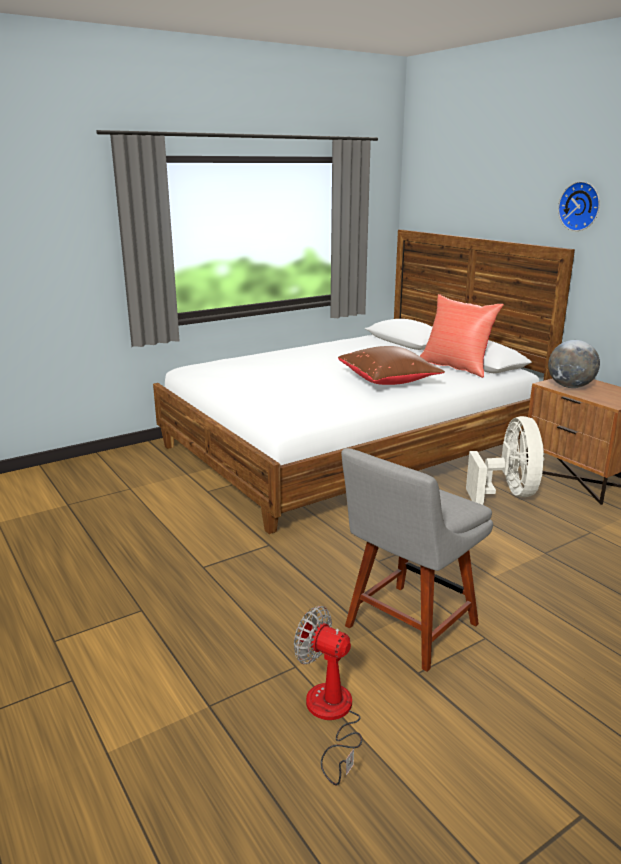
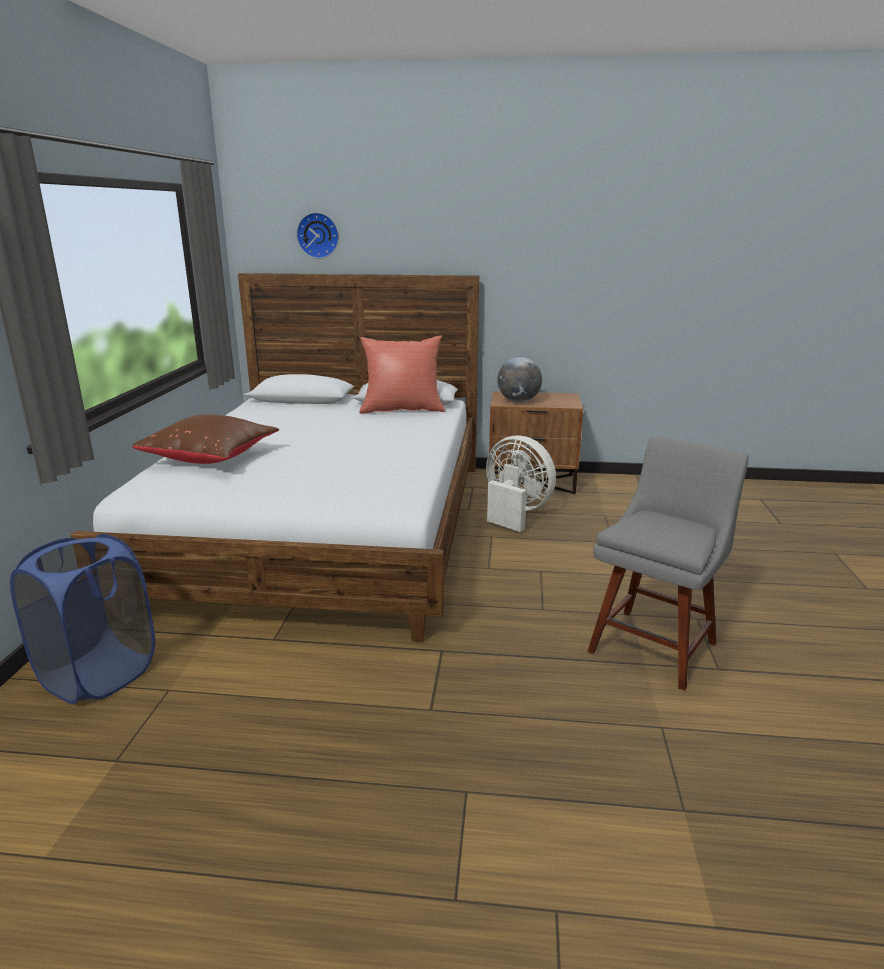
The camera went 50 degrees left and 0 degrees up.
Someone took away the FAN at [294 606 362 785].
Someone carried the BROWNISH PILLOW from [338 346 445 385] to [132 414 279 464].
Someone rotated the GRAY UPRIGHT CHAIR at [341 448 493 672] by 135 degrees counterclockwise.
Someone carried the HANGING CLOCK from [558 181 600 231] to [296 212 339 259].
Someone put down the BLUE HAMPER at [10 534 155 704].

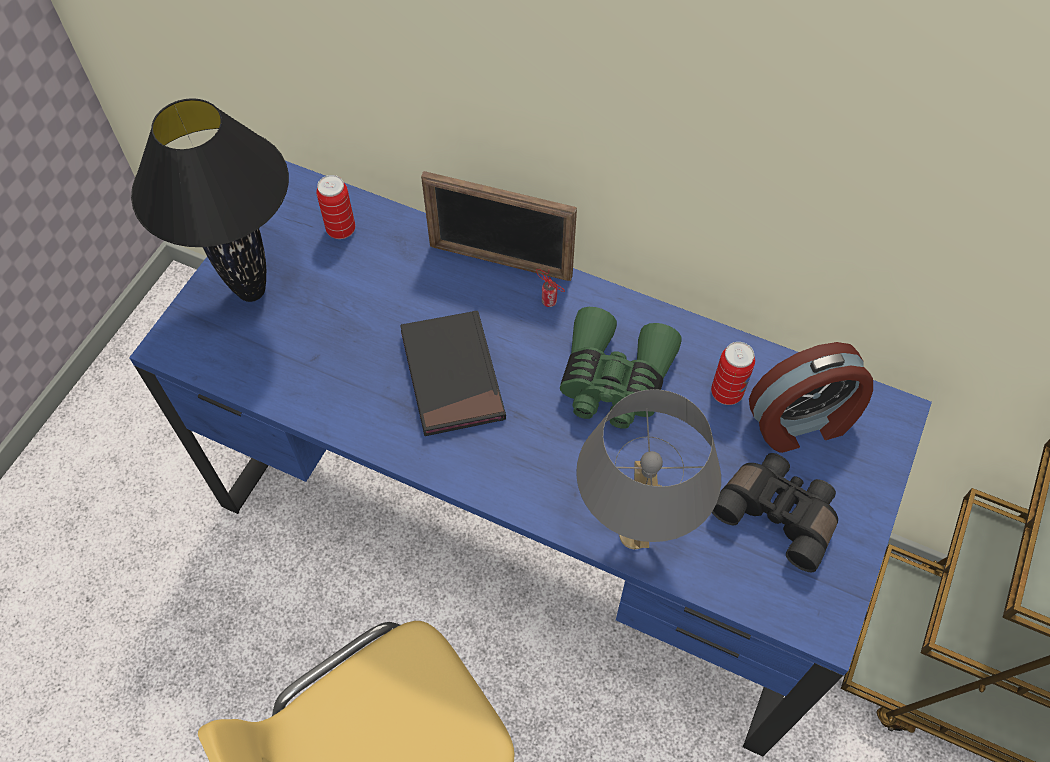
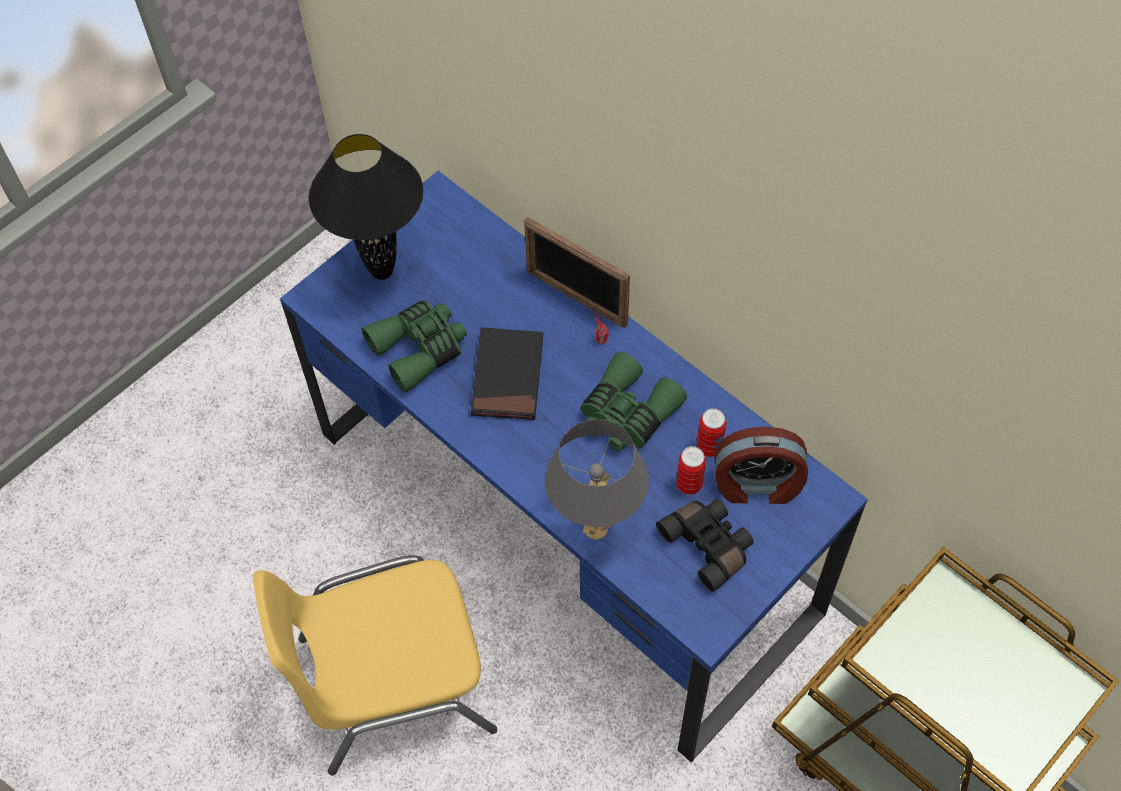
The camera went 20 degrees right and 0 degrees up.
Someone carried the SEALED CAN from [316 175 355 239] to [676 446 706 495].
Someone put down the GREEN PAIR OF BINOCULARS at [361 300 467 393].

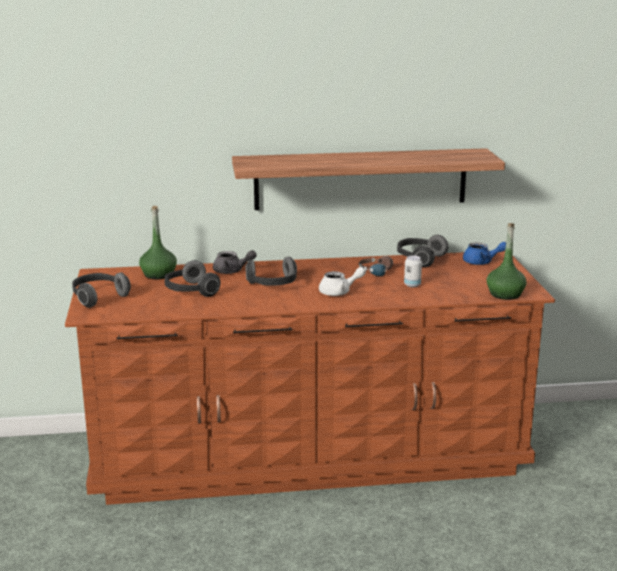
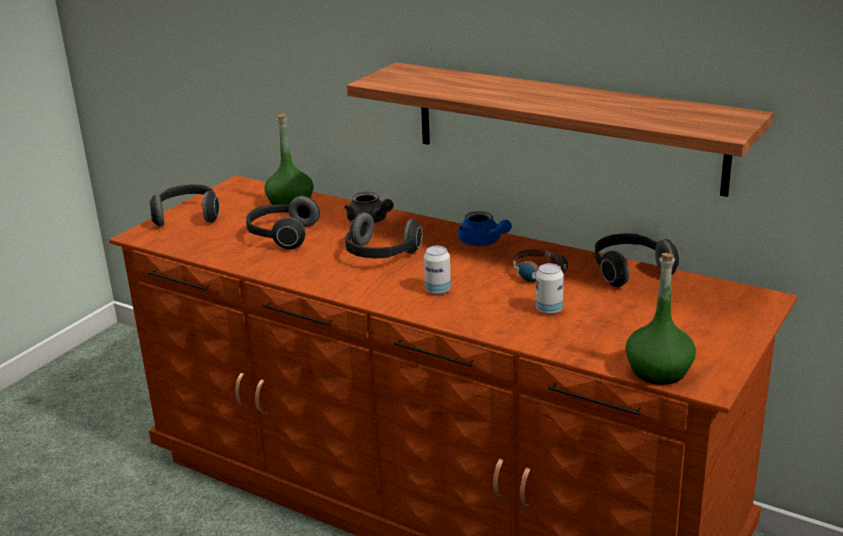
The camera went 40 degrees right and 5 degrees up.
Someone swapped the WHITE-COLOURED TEA POT at [319 267 366 296] for the SEALED CAN at [424 246 451 295].
Someone carried the BLUE TEA POT from [463 242 506 265] to [458 211 512 246].

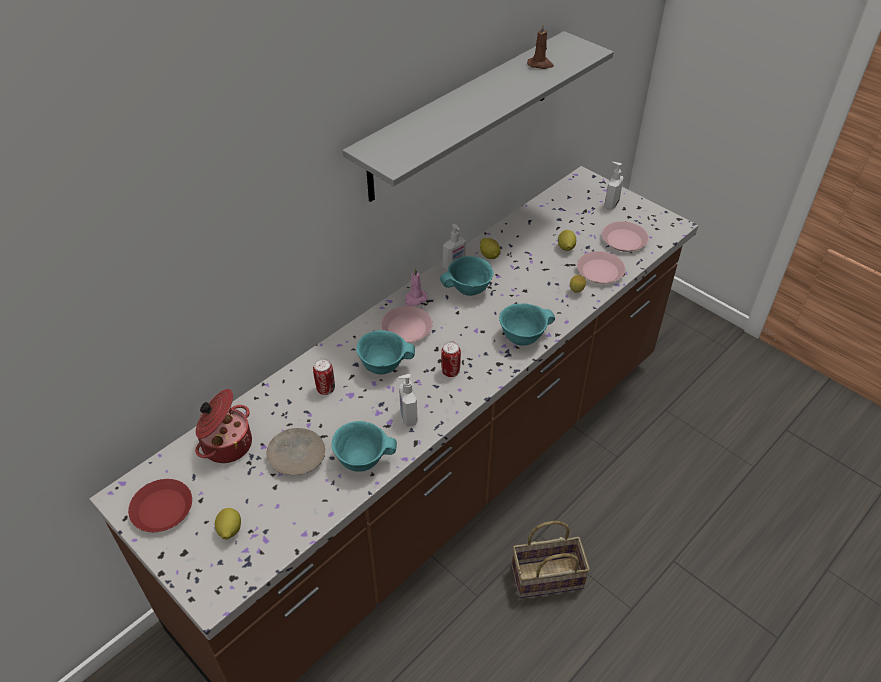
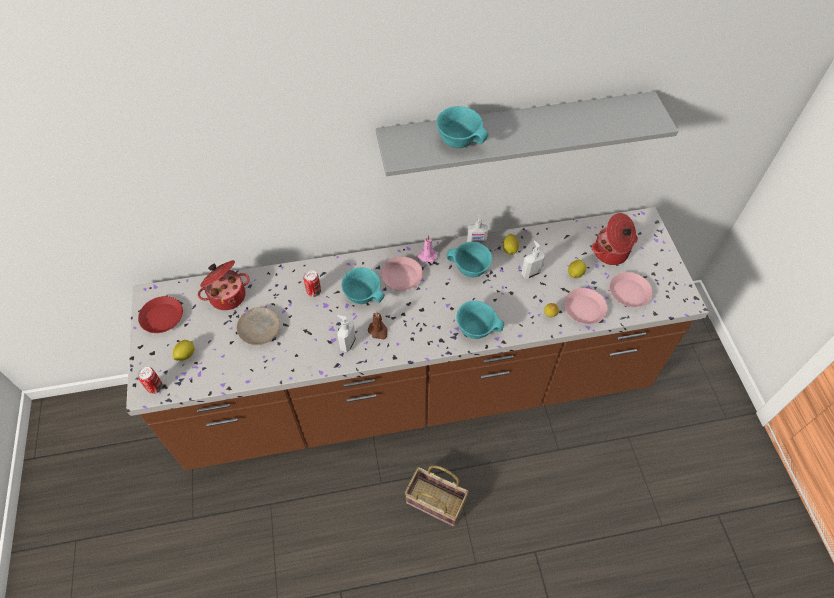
The camera went 35 degrees right and 10 degrees up.
Someone carried the TURQUOISE-COLOURED DEEP DISH from [331 421 397 472] to [437 106 489 148].
Someone carried the SEALED CAN from [441 341 461 377] to [138 367 163 394].
Someone carried the BROWNISH WAX LIGHT from [527 23 554 69] to [368 311 388 340].
Someone carried the SOAP BOTTLE from [604 162 623 210] to [521 240 545 279].
Someone put down the SAUCEPOT at [591 213 638 265].

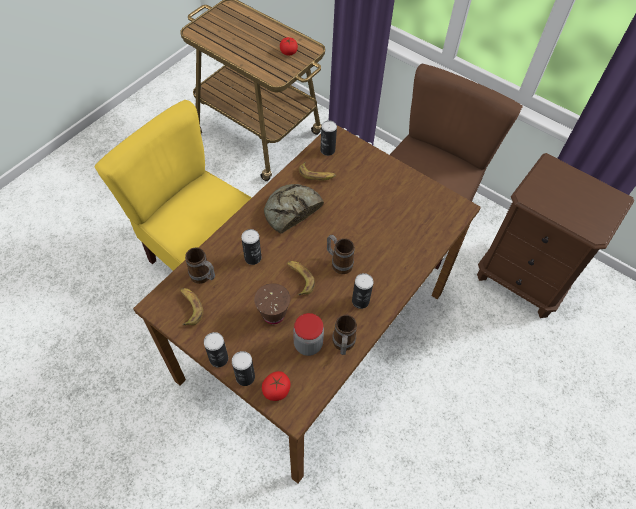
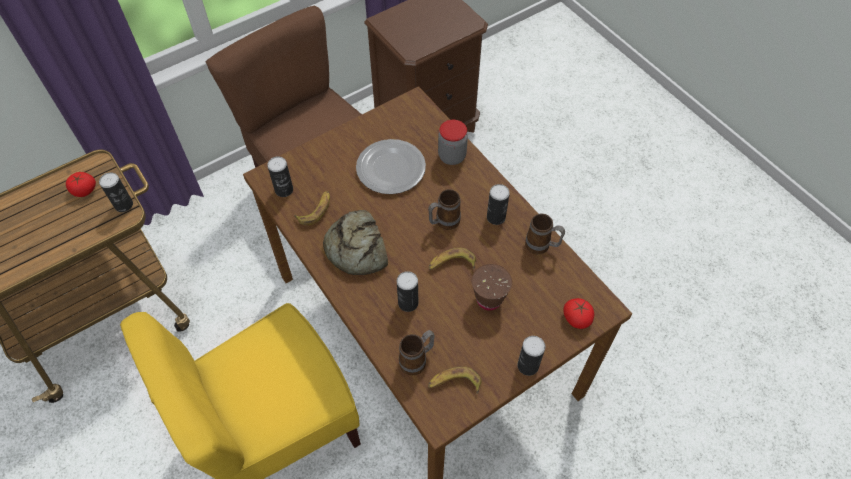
The camera went 70 degrees left and 0 degrees up.
Someone carried the SEALED CAN from [232 351 255 386] to [99 172 133 212].
Someone carried the JAR from [293 313 324 356] to [438 120 468 165].
Someone put down the DINNER PLATE at [356 139 426 194].

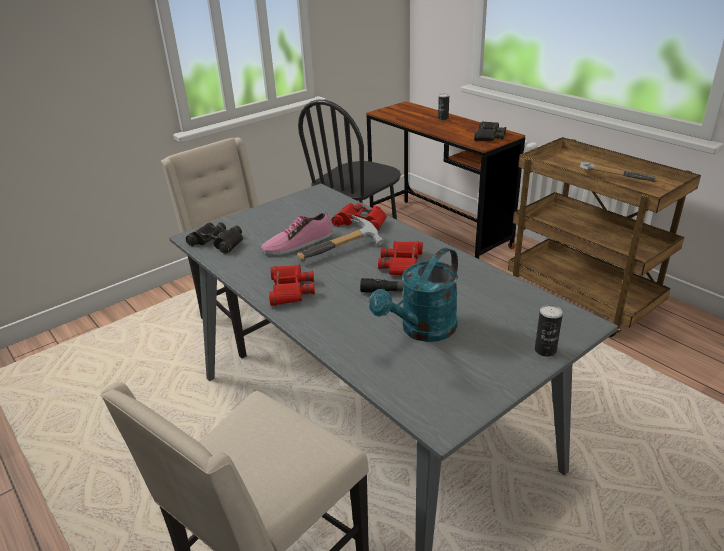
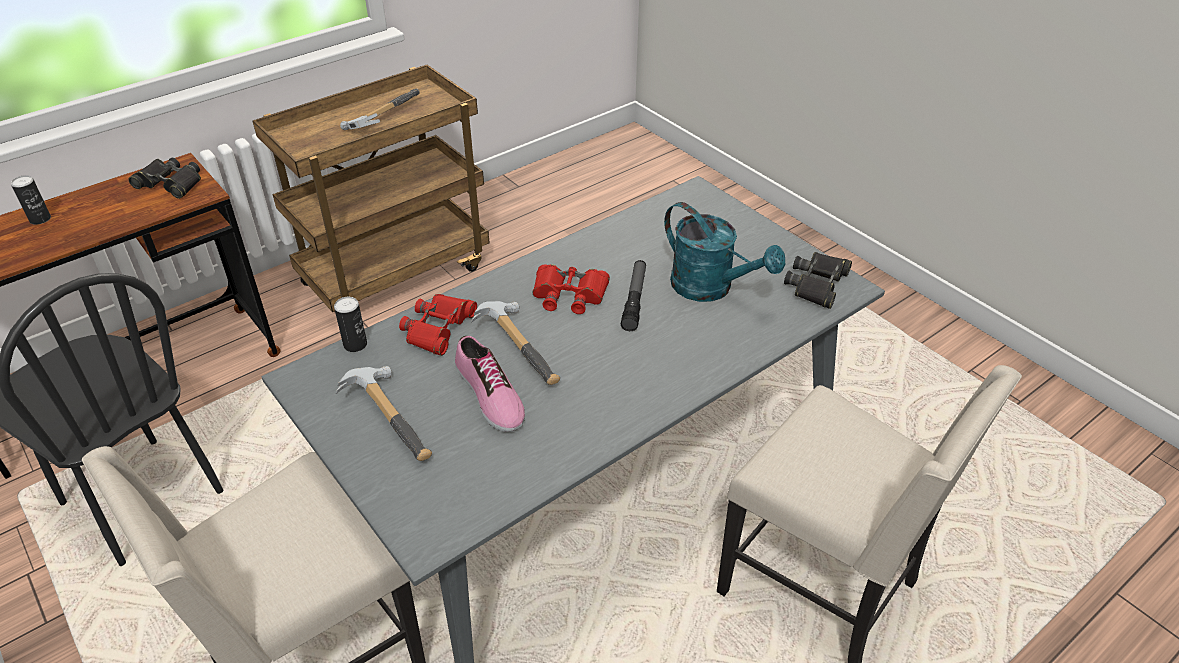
The camera went 90 degrees left and 10 degrees up.
Someone carried the BLACK-COLOURED PAIR OF BINOCULARS from [186 222 243 254] to [784 252 852 309].
Someone took away the RED PAIR OF BINOCULARS at [269 265 315 306].
Someone carried the SEALED CAN from [535 305 563 357] to [334 297 367 352].
Someone put down the HAND HAMMER at [336 366 432 461].

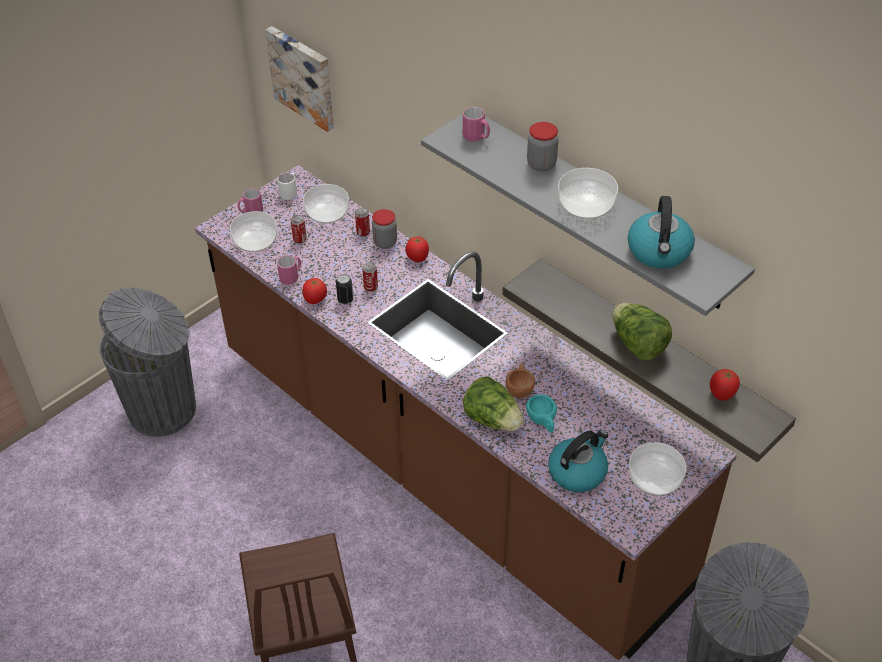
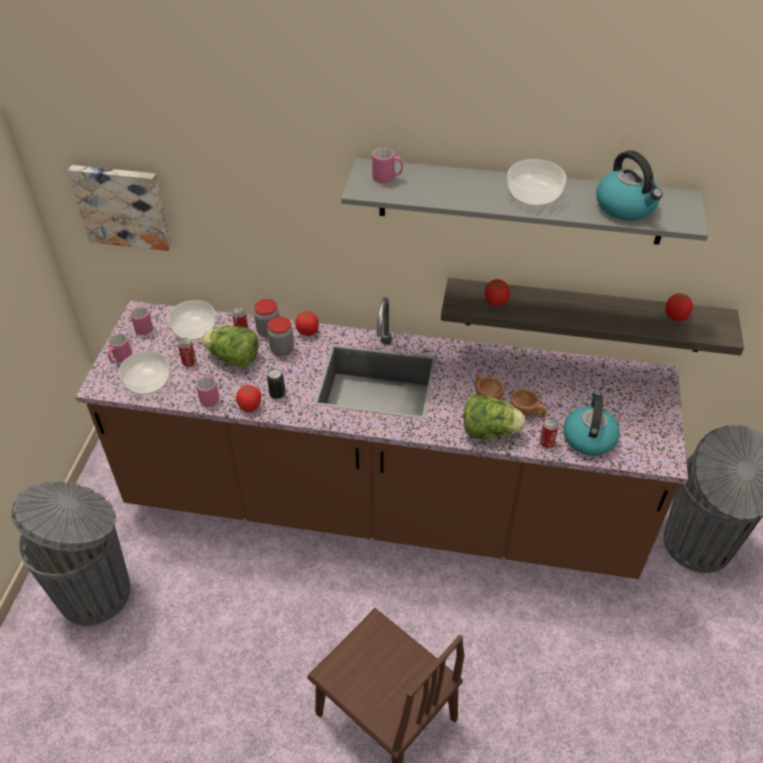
The camera went 35 degrees left and 0 degrees up.
Someone repainted the WHITE-COLOURED TEA MUG at [277 173 297 200], which became the PINKISH TEA MUG at [130 306 153 335].
Someone carried the SEALED CAN from [362 262 378 292] to [539 418 559 448].
Someone repainted the TURQUOISE-COLOURED CUP at [526 394 557 432], which became the BROWNISH CUP at [510 389 547 418].
Someone carried the JAR from [527 122 558 171] to [268 317 294 356].
Someone carried the HEAD OF LETTUCE from [612 303 672 360] to [202 326 259 368].
Someone took away the DEEP DISH at [629 442 686 496].
Someone put down the WHOLE TOMATO at [485 279 510 306].

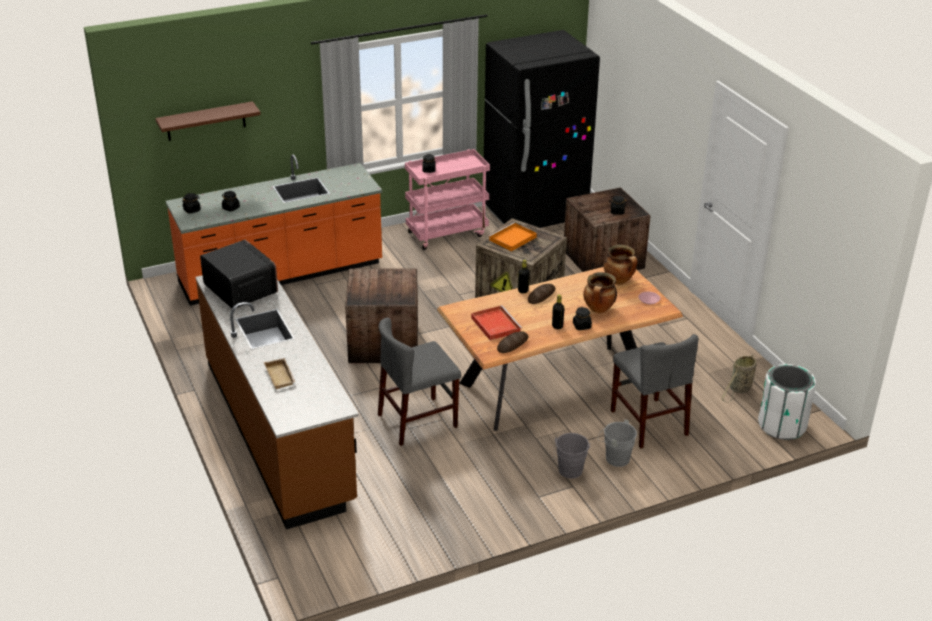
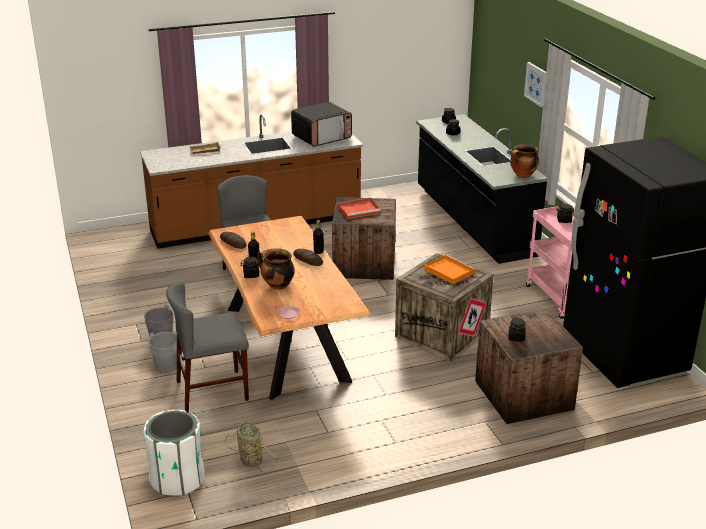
The camera went 95 degrees right and 5 degrees down.
Someone took away the BROWNISH WALL SHELF at [155 101 261 141].
Someone repainted the ORANGE COUNTER at [166 154 382 306], which became the BLACK-COLOURED COUNTER at [416 114 548 264].
Someone carried the RED TRAY from [471 305 522 341] to [337 198 380 219].
Someone carried the SAUCEPOT from [604 244 637 285] to [510 144 539 178].
Someone put up the WALL ART at [524 62 546 107].

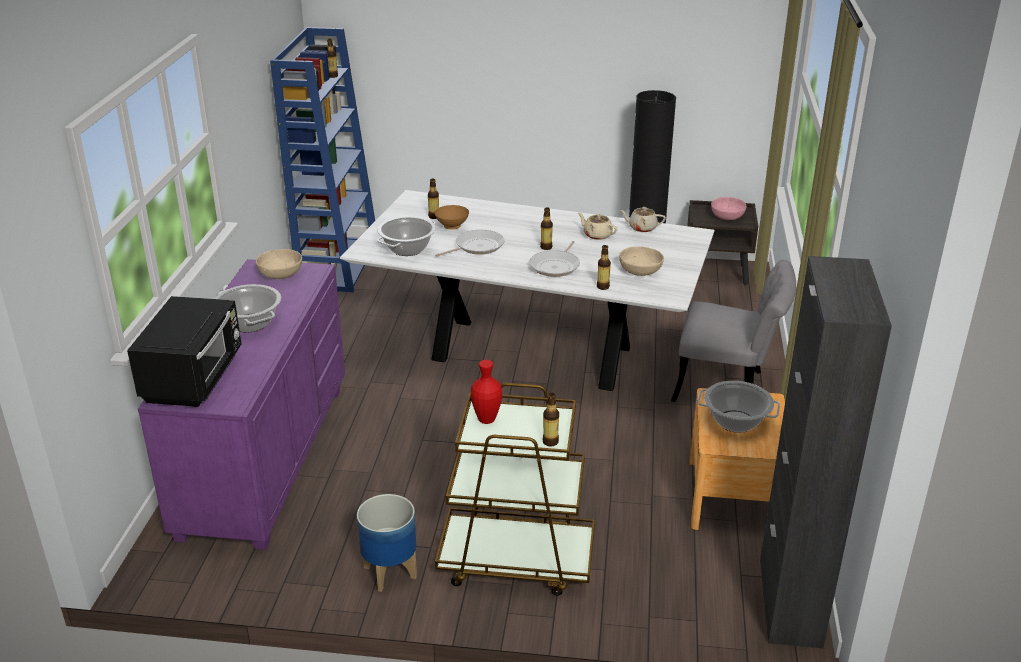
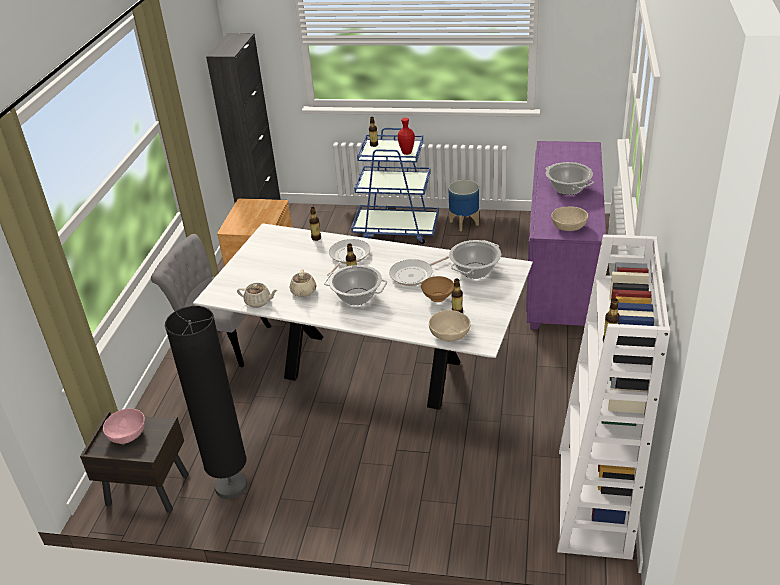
The camera went 175 degrees left and 5 degrees up.
Someone took away the BLACK-COLOURED KITCHEN MICROWAVE at [127 296 241 407].
Someone repainted the BLUE BOOKSHELF at [270 27 375 292], which became the WHITE-COLOURED BOOKSHELF at [557 234 670 560].
Someone repainted the BROWNISH CART at [435 383 595 596], which became the BLUE CART at [351 128 439 244].
Someone rotated the BEIGE TEA POT at [578 213 617 240] by 45 degrees clockwise.
Someone carried the BEIGE DEEP DISH from [619 246 664 276] to [429 310 470 341].
Someone carried the SAUCEPOT from [697 381 780 433] to [324 265 387 305].

